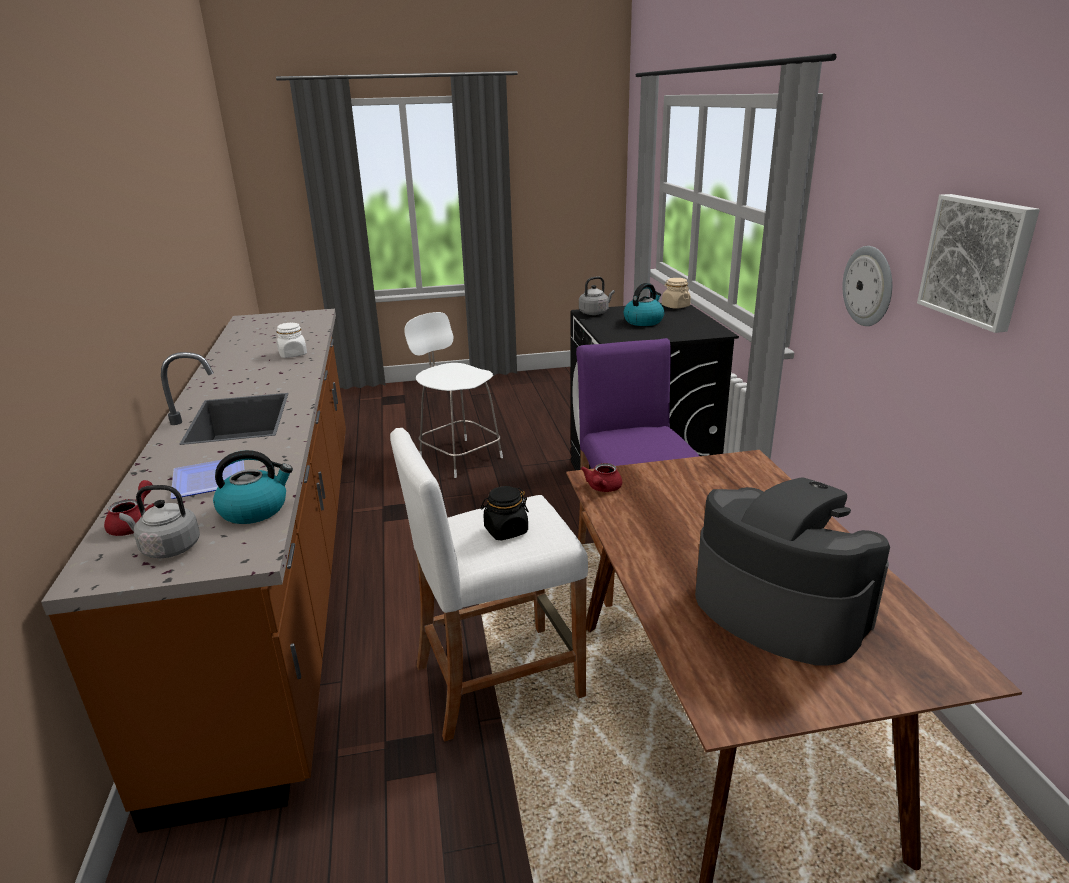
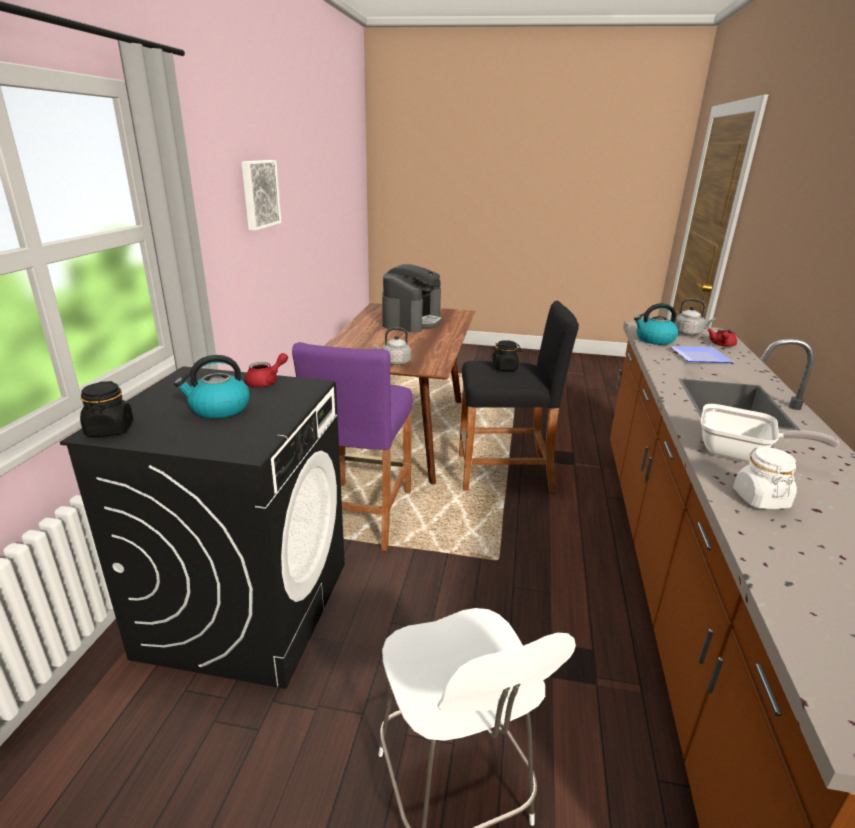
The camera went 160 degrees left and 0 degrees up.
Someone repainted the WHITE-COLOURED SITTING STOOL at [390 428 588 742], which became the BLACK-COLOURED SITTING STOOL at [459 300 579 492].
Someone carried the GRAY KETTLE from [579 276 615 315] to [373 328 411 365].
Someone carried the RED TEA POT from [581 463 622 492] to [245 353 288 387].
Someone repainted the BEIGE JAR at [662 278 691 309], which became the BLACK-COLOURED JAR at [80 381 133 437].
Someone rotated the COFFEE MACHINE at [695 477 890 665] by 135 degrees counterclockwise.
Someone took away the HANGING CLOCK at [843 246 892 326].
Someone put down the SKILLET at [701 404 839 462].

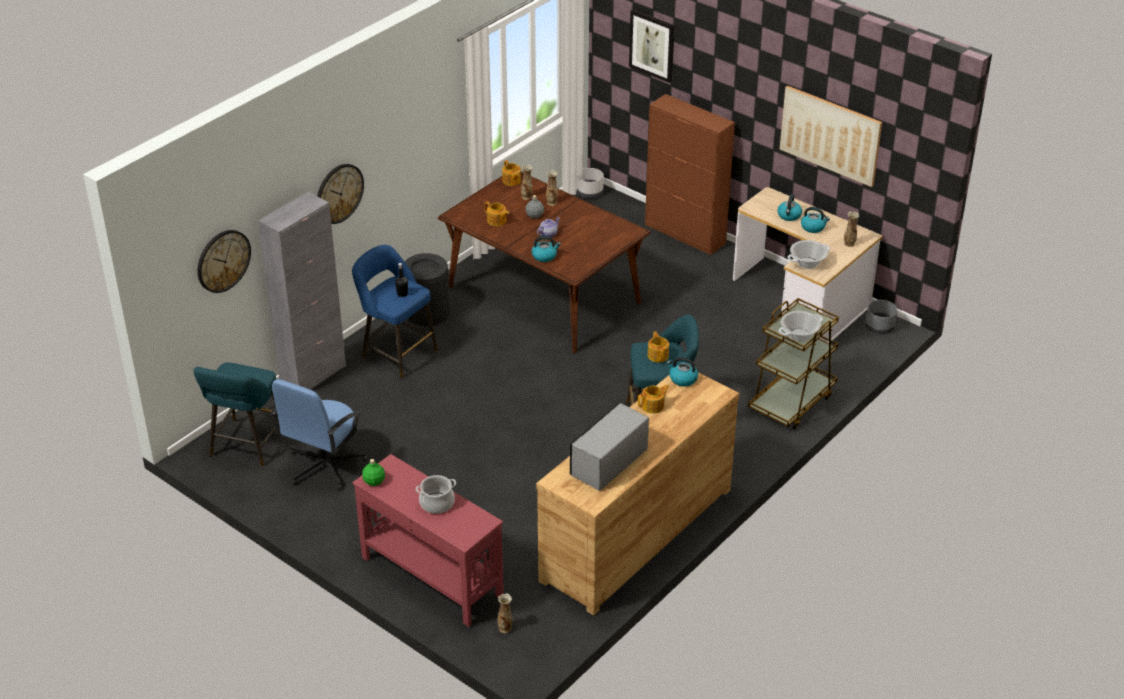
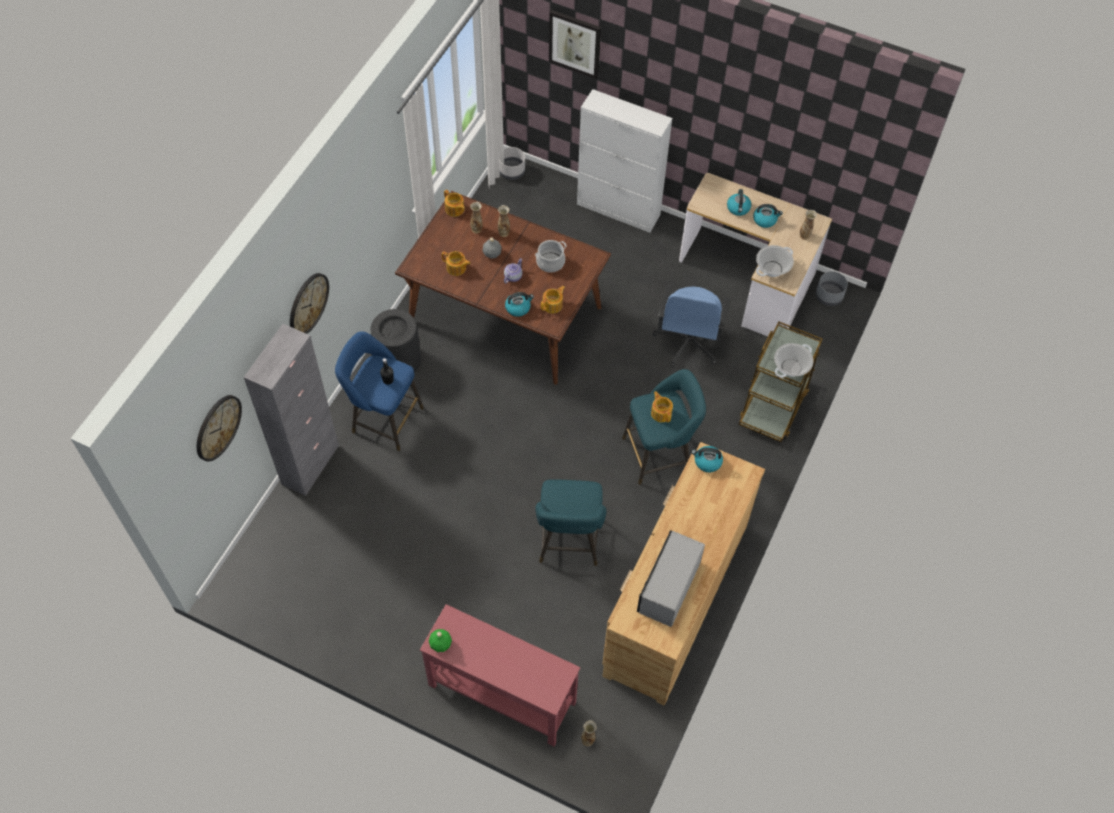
The camera went 15 degrees left and 20 degrees up.
Someone carried the TURQUOISE-COLOURED SITTING STOOL from [194 363 279 467] to [535 479 607 566].
Someone carried the BLUE DESK CHAIR from [271 379 367 490] to [653 286 730 367].
Someone carried the SAUCEPOT from [416 475 456 514] to [535 240 566 272].
Someone carried the TEA POT from [638 385 669 414] to [541 286 565 313].
Someone repainted the BROWNISH CUPBOARD at [645 94 735 255], which became the WHITE-COLOURED CUPBOARD at [577 89 672 233].
Someone took away the WALL ART at [780 86 882 187].

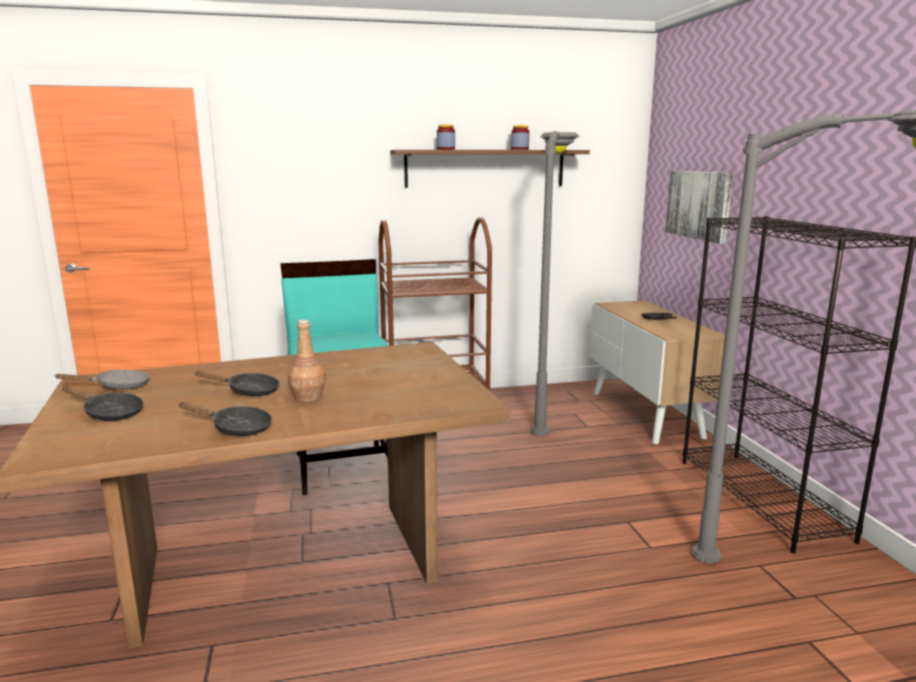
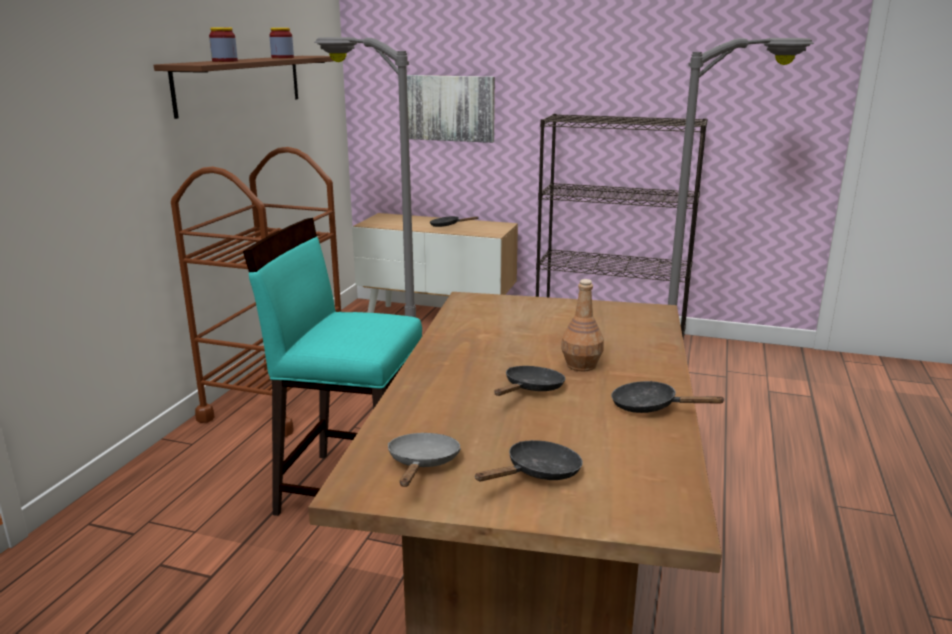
The camera went 60 degrees left and 5 degrees up.
Someone rotated the BLACK-COLOURED SKILLET at [178 402 272 436] by 105 degrees counterclockwise.

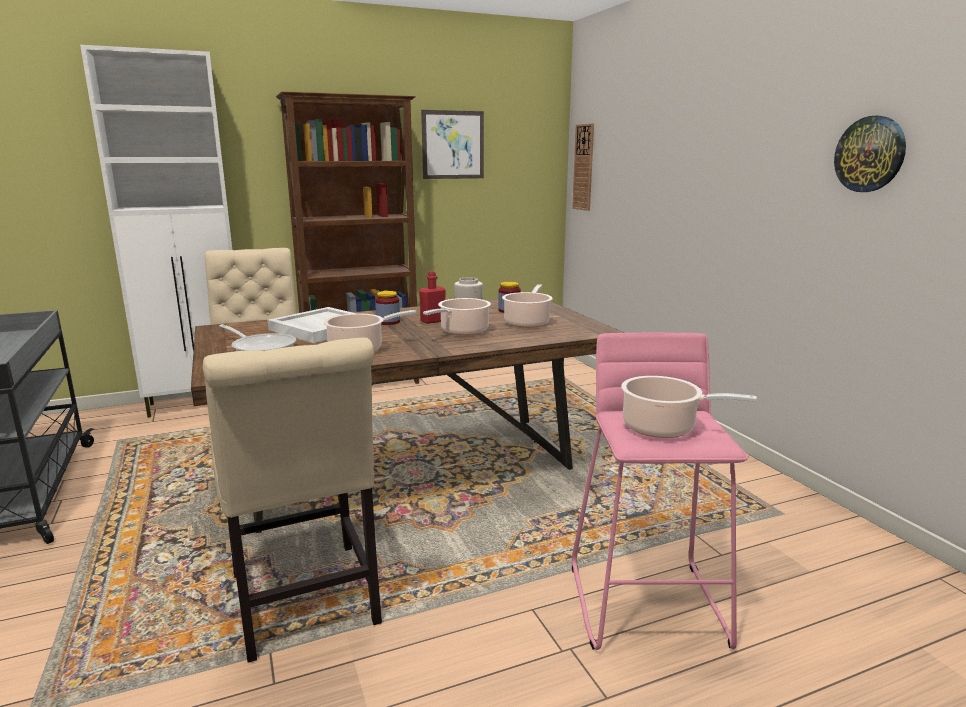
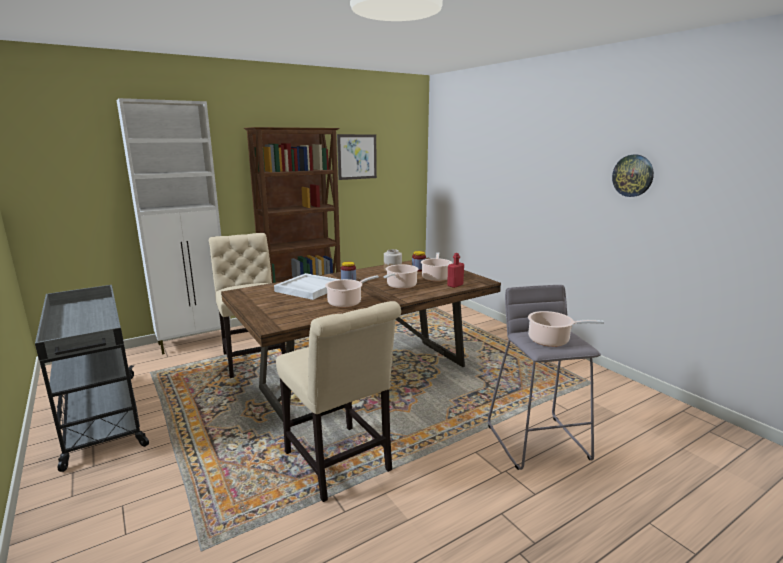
The camera went 10 degrees left and 0 degrees up.
Someone took away the SKILLET at [219 324 296 351].
Someone carried the RED BOTTLE from [419 271 446 324] to [447 253 464 288].
Someone took away the HANGING CLOCK at [572 123 594 211].
Someone repainted the PINKISH SITTING STOOL at [572 332 748 650], which became the GRAY SITTING STOOL at [488 285 601 470].

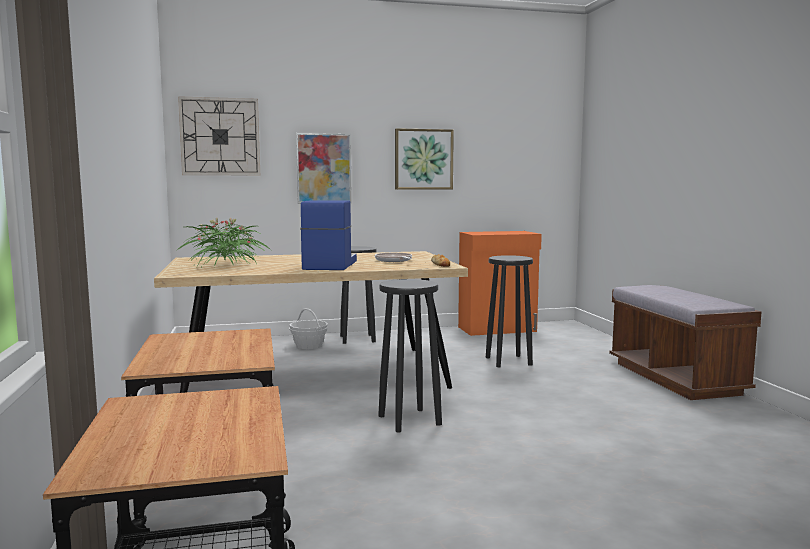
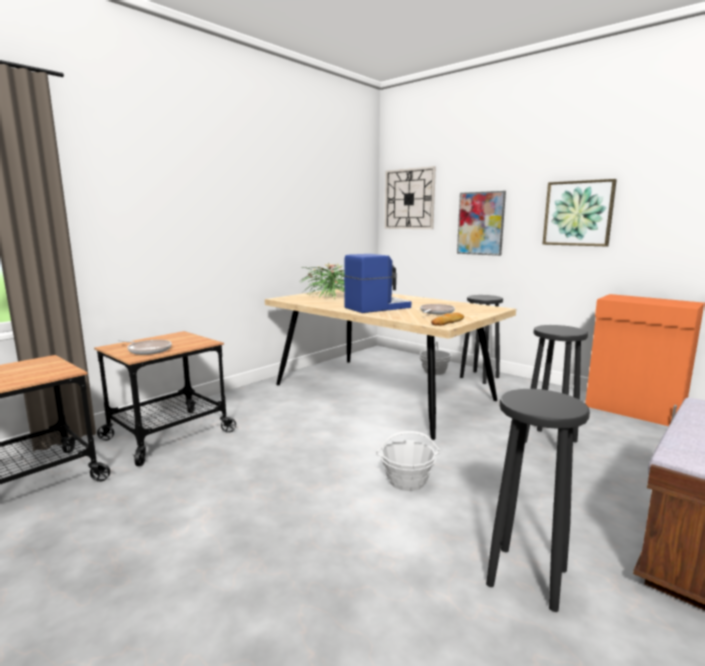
The camera went 55 degrees right and 5 degrees up.
Someone carried the BLACK-COLOURED SITTING STOOL from [378 279 442 433] to [486 389 590 612].
Someone put down the SKILLET at [117 340 172 355].
Someone put down the STORAGE BASKET at [376 431 440 491].

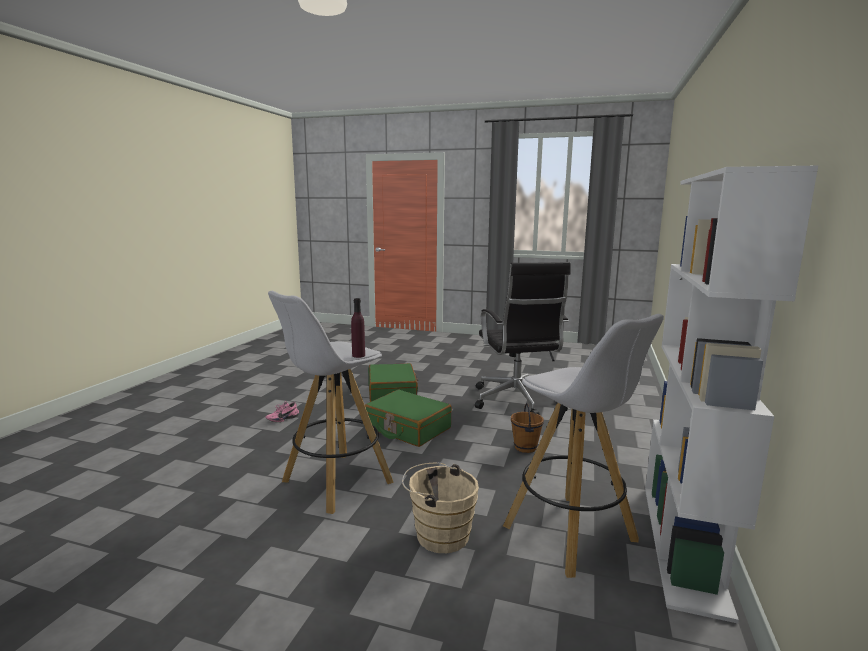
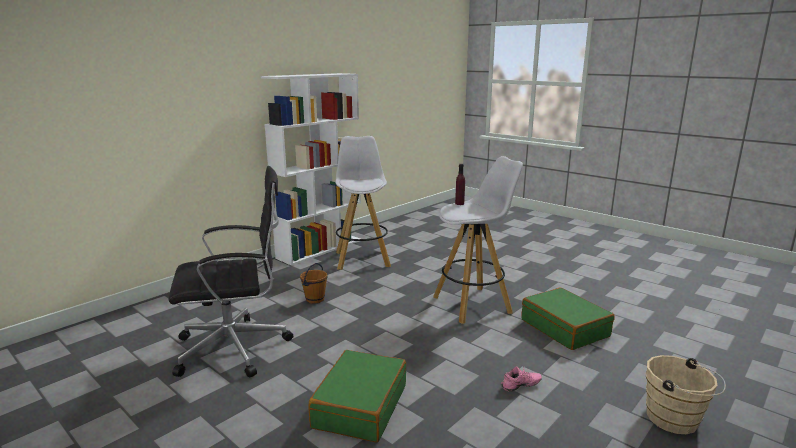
The camera went 155 degrees left and 5 degrees up.
Someone carried the GREEN SUITCASE from [365 390 452 447] to [521 288 615 350].
Someone carried the BEIGE PAIL from [402 463 479 553] to [646 355 726 434].
Someone rotated the BLACK-COLOURED DESK CHAIR at [475 262 570 415] by 60 degrees clockwise.

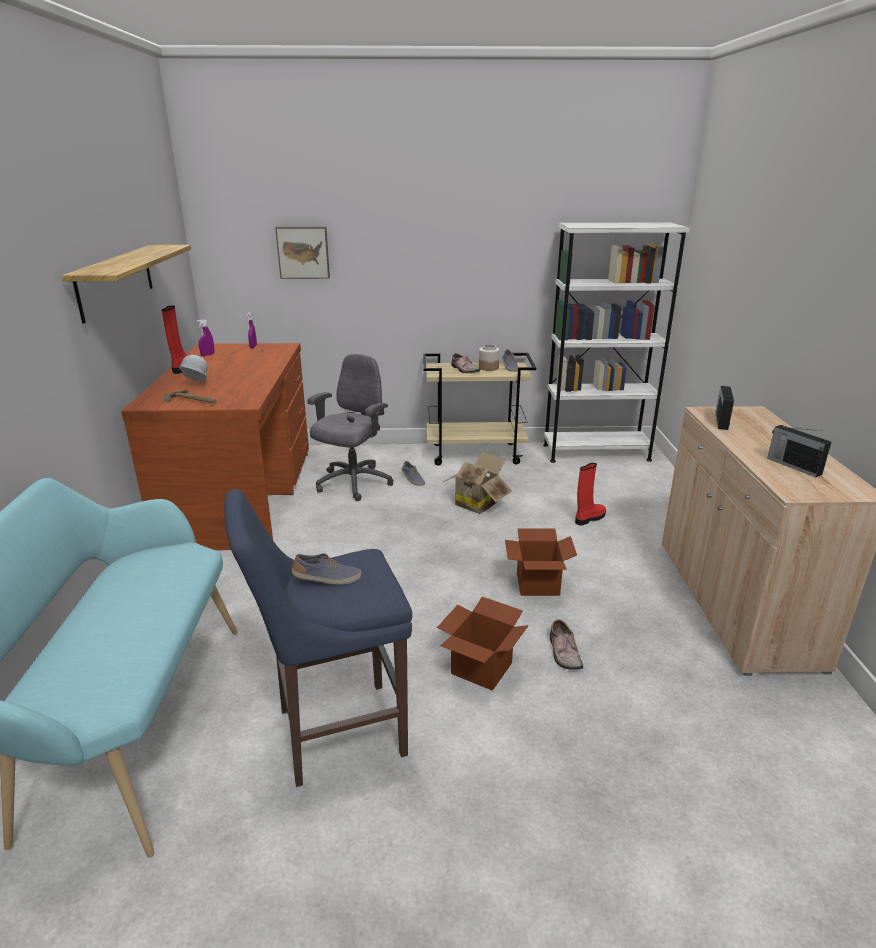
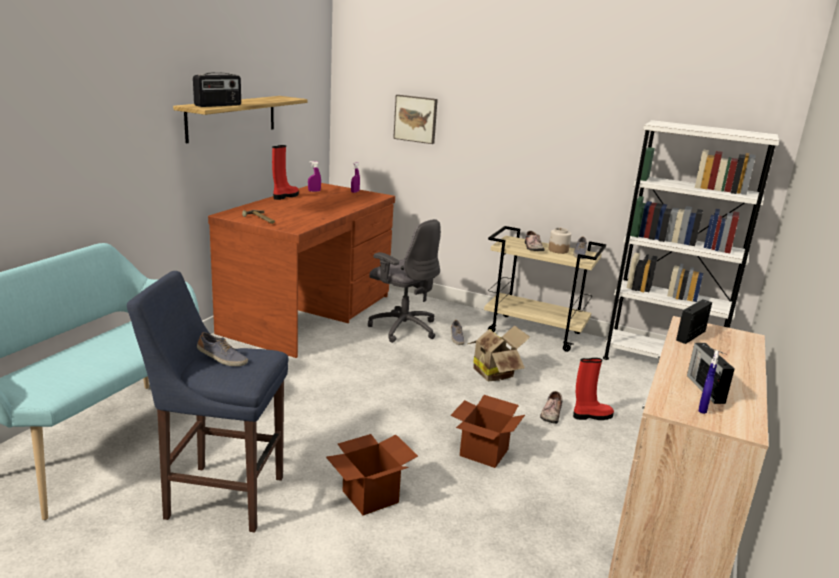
The camera went 25 degrees right and 5 degrees down.
Someone took away the WHITE-COLOURED WORK HELMET at [178 355 208 382].
Someone rotated the GRAY DESK CHAIR at [308 354 394 501] by 75 degrees clockwise.
Someone carried the SHOE from [550 619 583 670] to [540 391 563 424].
Someone put down the RADIO at [193 73 241 107].
Someone put down the BLUE SPRAYER at [698 350 719 414].

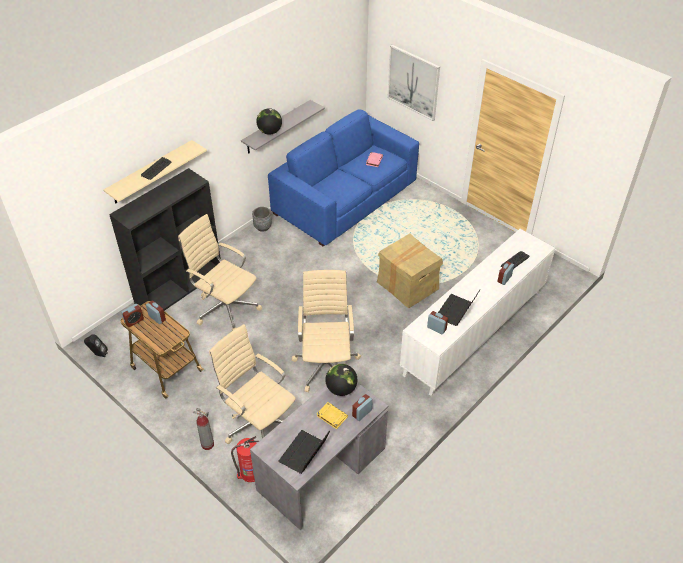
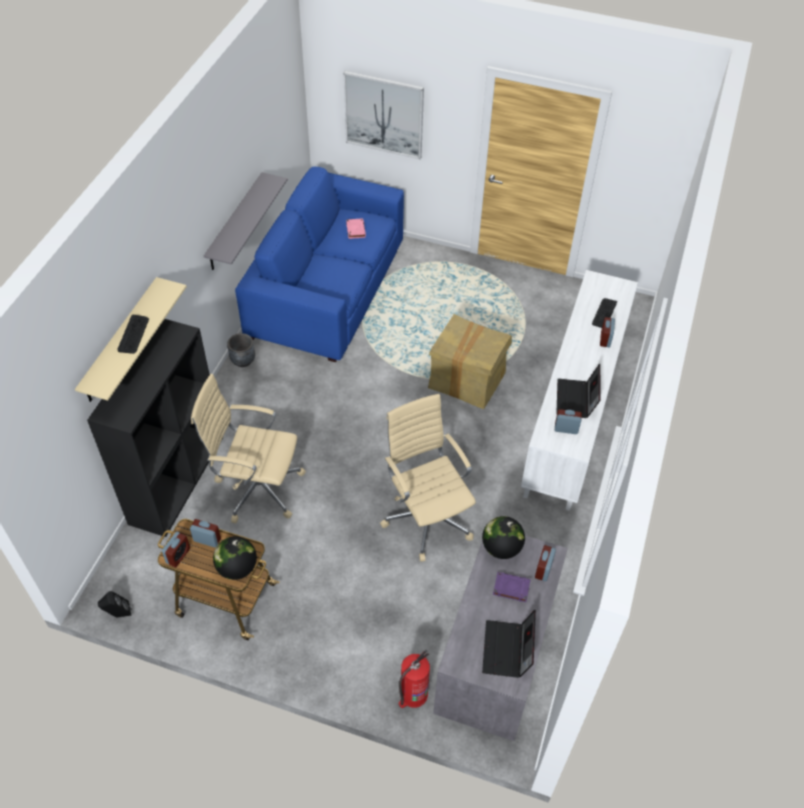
The camera went 25 degrees left and 5 degrees up.
Someone took away the FIRE EXTINGUISHER at [193 408 214 450].
Someone took away the BEIGE DESK CHAIR at [209 324 296 444].
Someone carried the GLOBE from [256 108 282 135] to [213 536 257 580].
Someone repainted the YELLOW BOOK at [317 402 348 429], which became the PURPLISH BOOK at [493 572 531 602].

